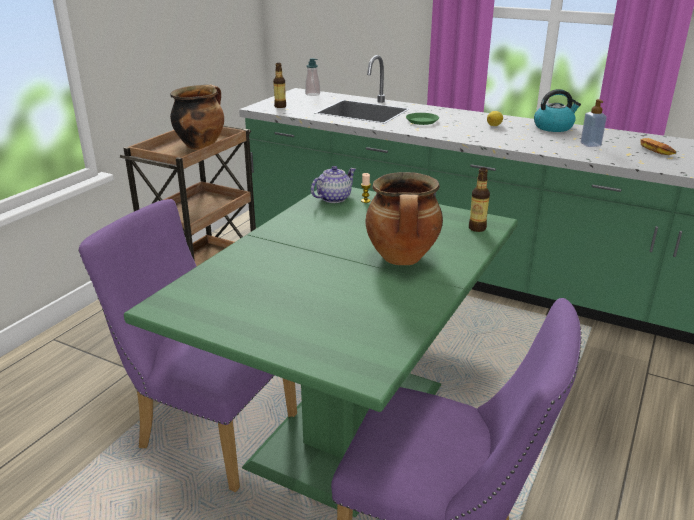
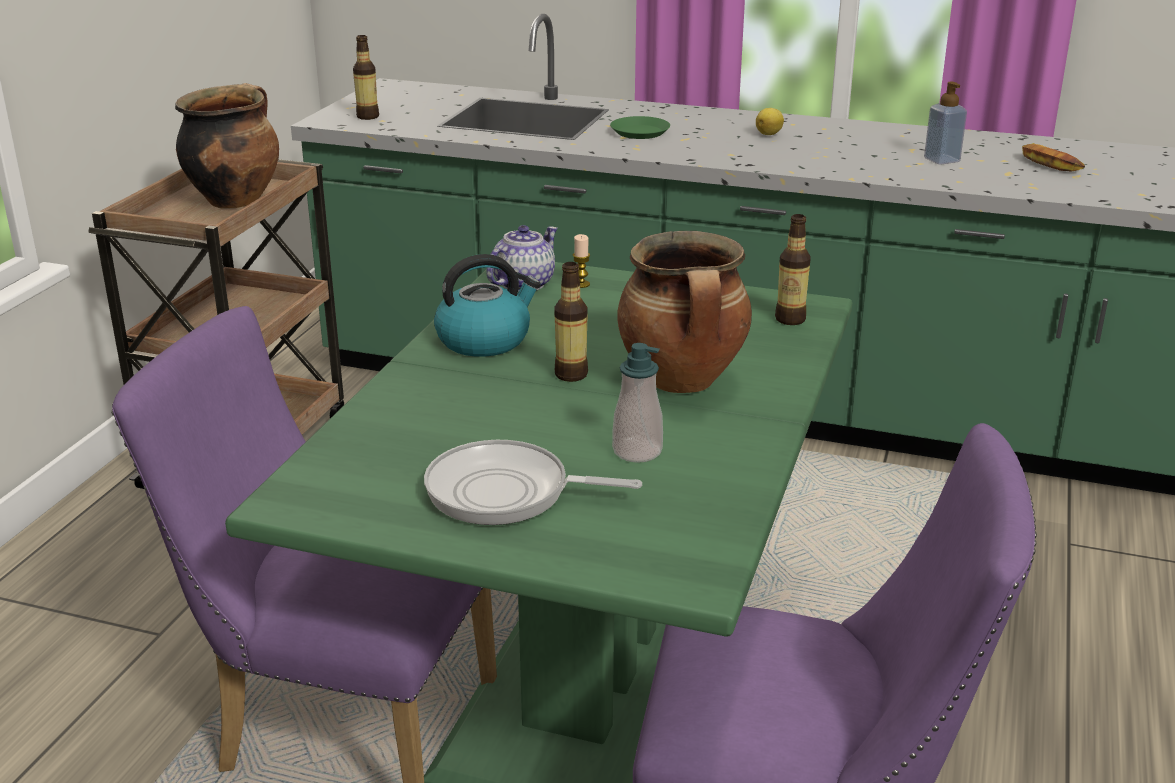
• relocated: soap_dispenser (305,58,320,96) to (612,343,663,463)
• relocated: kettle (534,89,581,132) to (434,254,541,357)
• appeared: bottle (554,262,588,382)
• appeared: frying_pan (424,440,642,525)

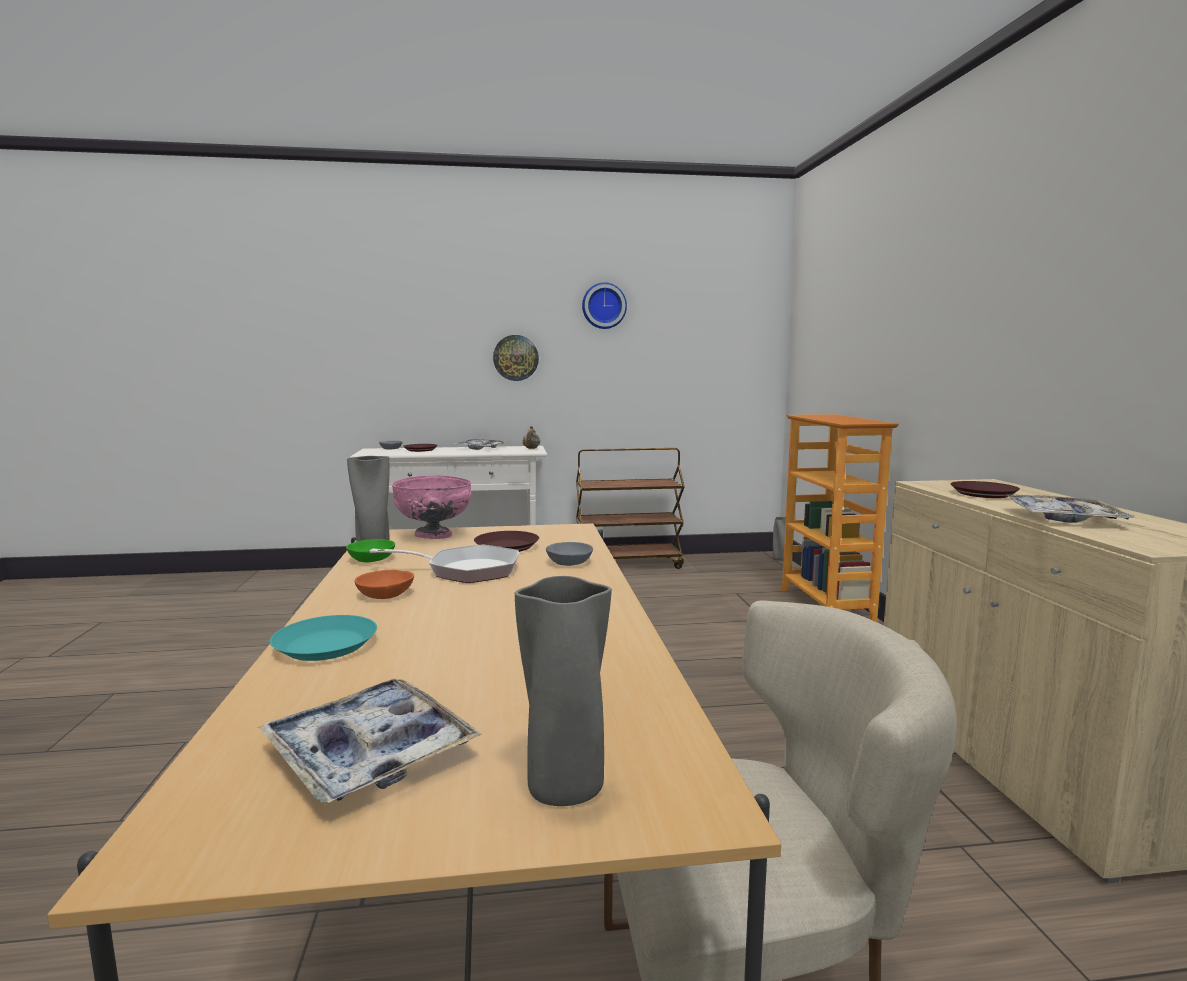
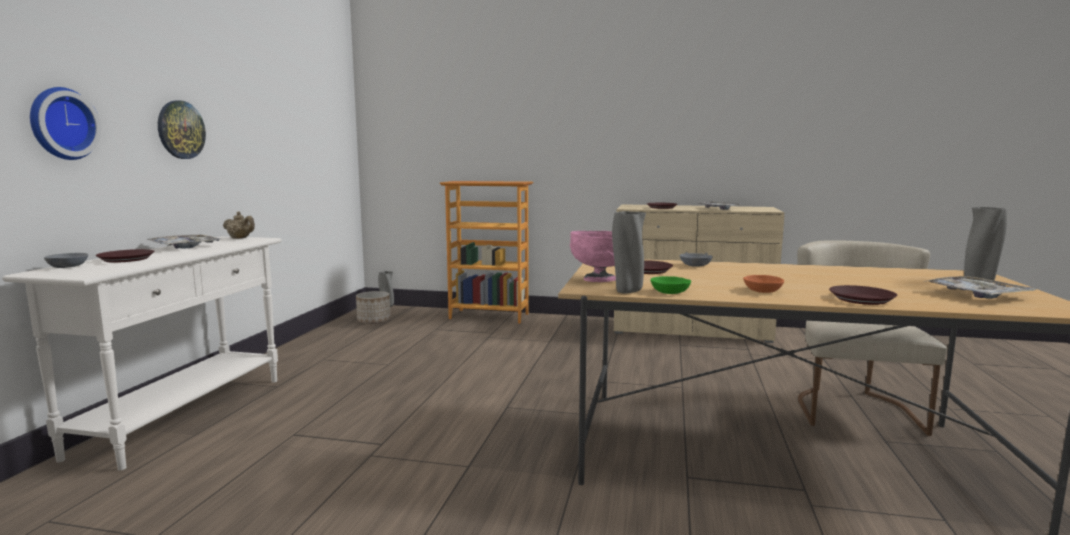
• relocated: wall_clock (582,282,627,329) to (30,87,101,160)
• missing: brown_cart (576,448,685,569)
• missing: frying_pan (369,545,519,583)
• colour: turquoise_plate (270,615,377,661) to brown_plate (829,285,897,305)
• appeared: planter (356,291,390,324)

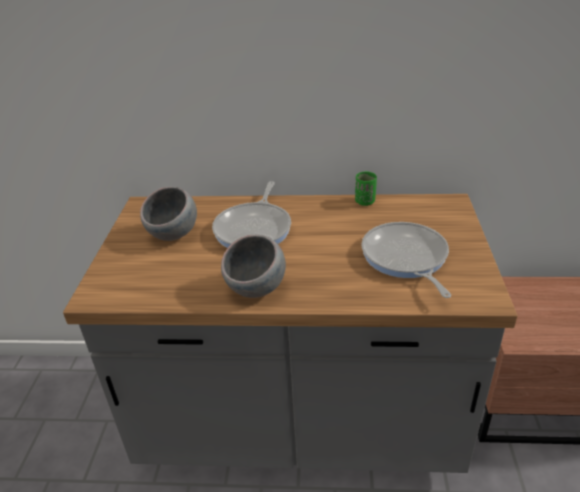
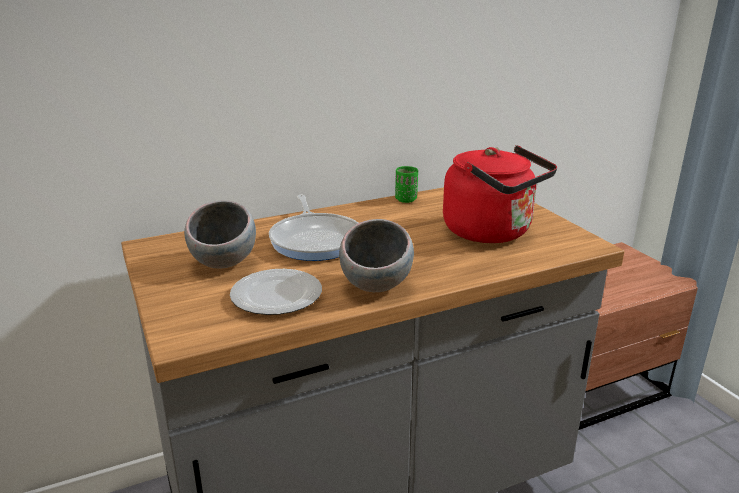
• exchanged: frying_pan (361,222,451,298) to red_kettle (443,145,557,243)
• appeared: plate (230,269,322,315)

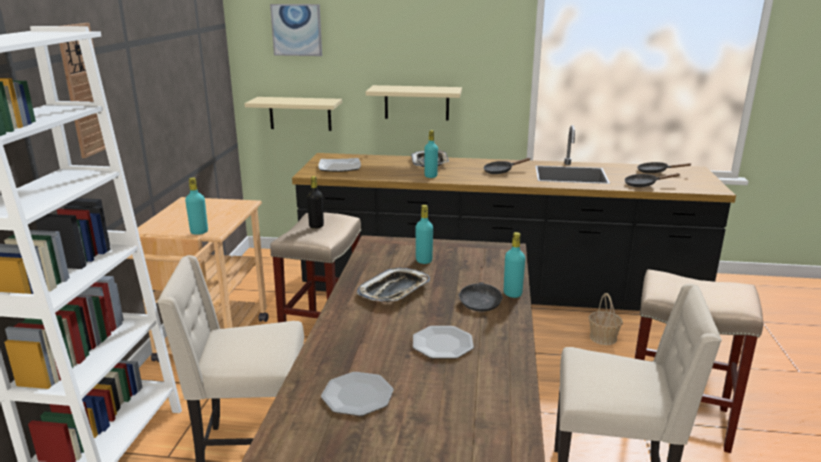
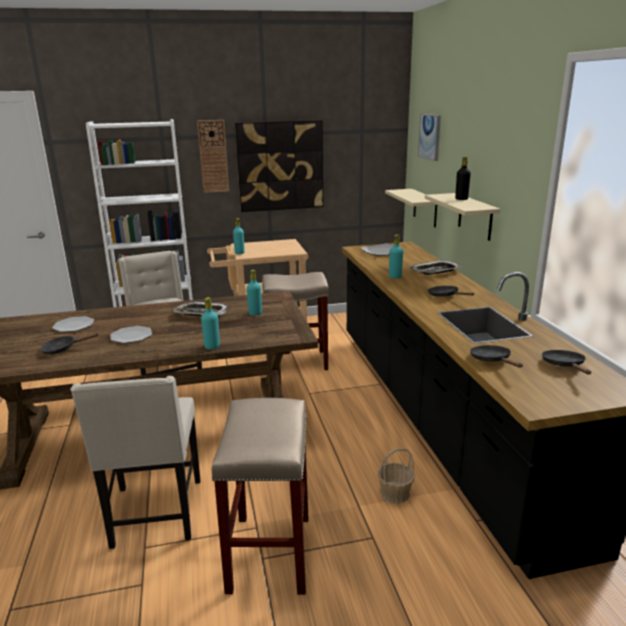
• relocated: black_bottle (307,176,324,229) to (455,156,471,200)
• relocated: black_frying_pan (459,266,503,311) to (40,333,100,354)
• appeared: picture (235,120,323,212)

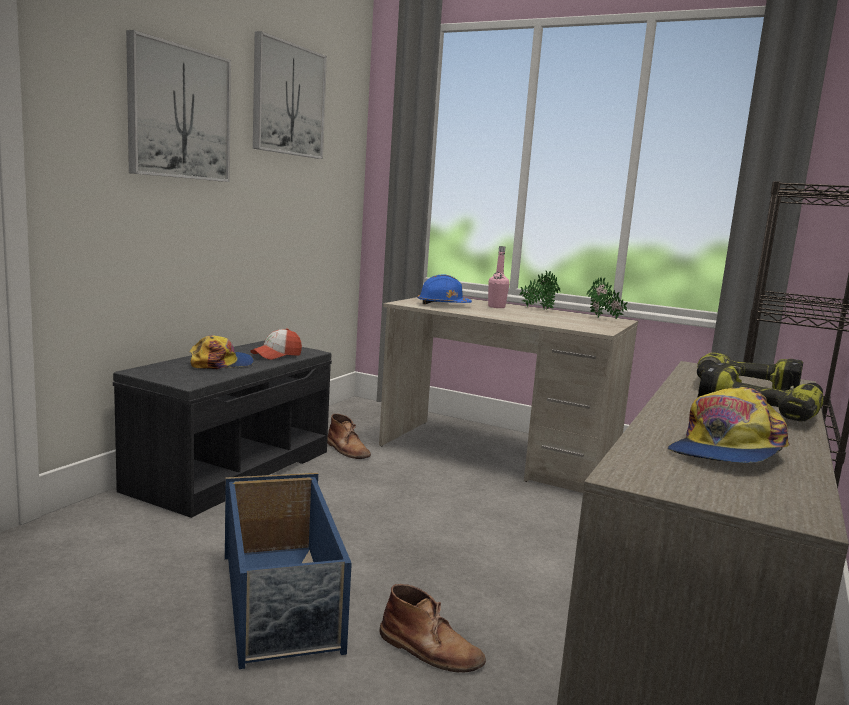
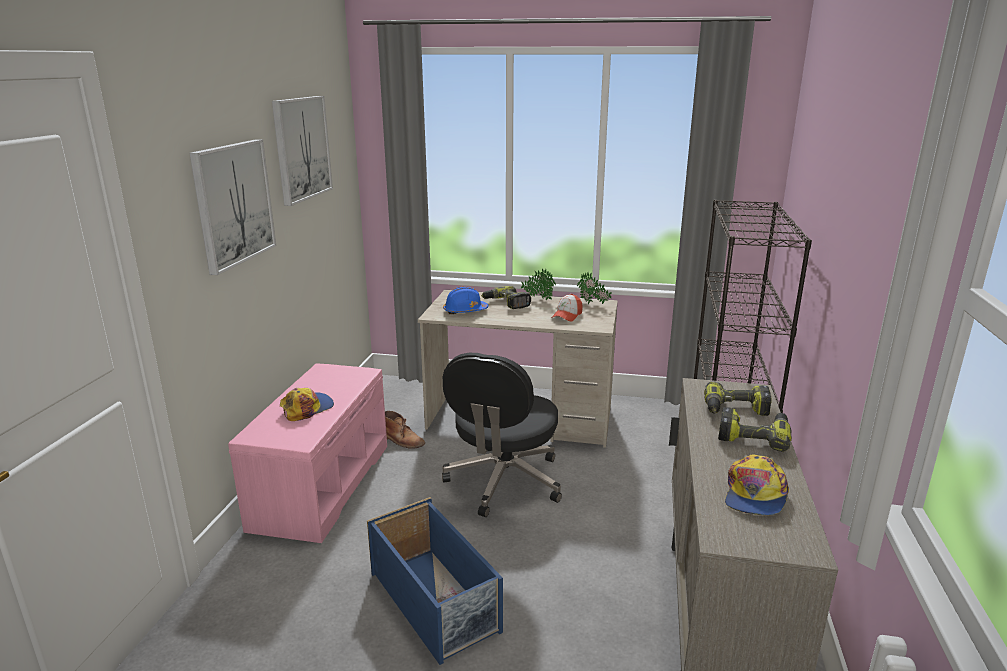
• exchanged: pink_bottle (488,246,509,308) to power_drill (482,286,531,309)
• relocated: cap (250,328,302,360) to (551,294,583,322)
• colour: grey_bench (113,341,332,518) to pink_bench (228,363,387,543)
• missing: brown_boot (380,584,486,672)
• appeared: black_office_chair (442,353,562,517)

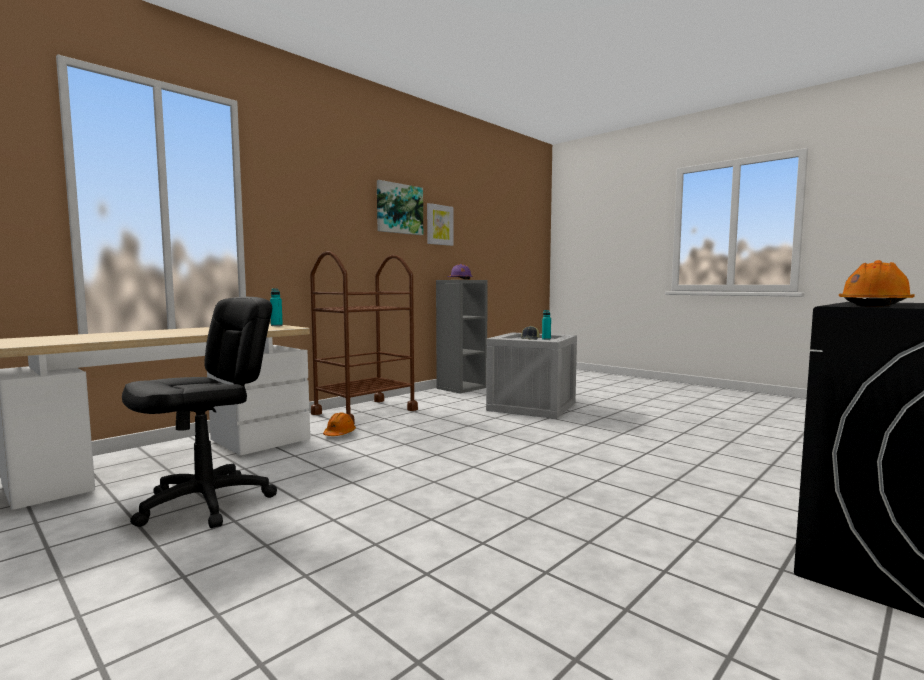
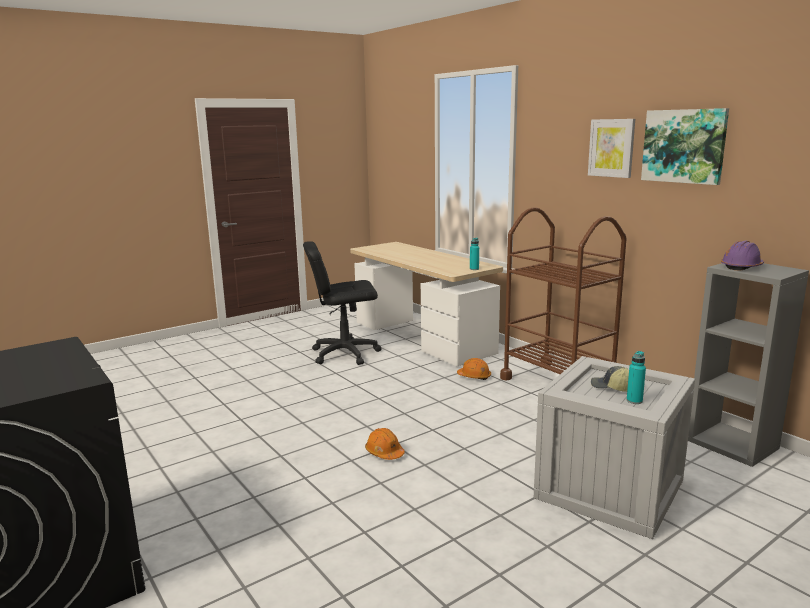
• relocated: picture (427,203,453,246) to (588,119,635,178)
• relocated: orange_hard_hat (839,260,915,307) to (365,428,405,460)
• spun: black_office_chair (122,297,277,528) = (303,241,382,365) 120 degrees clockwise

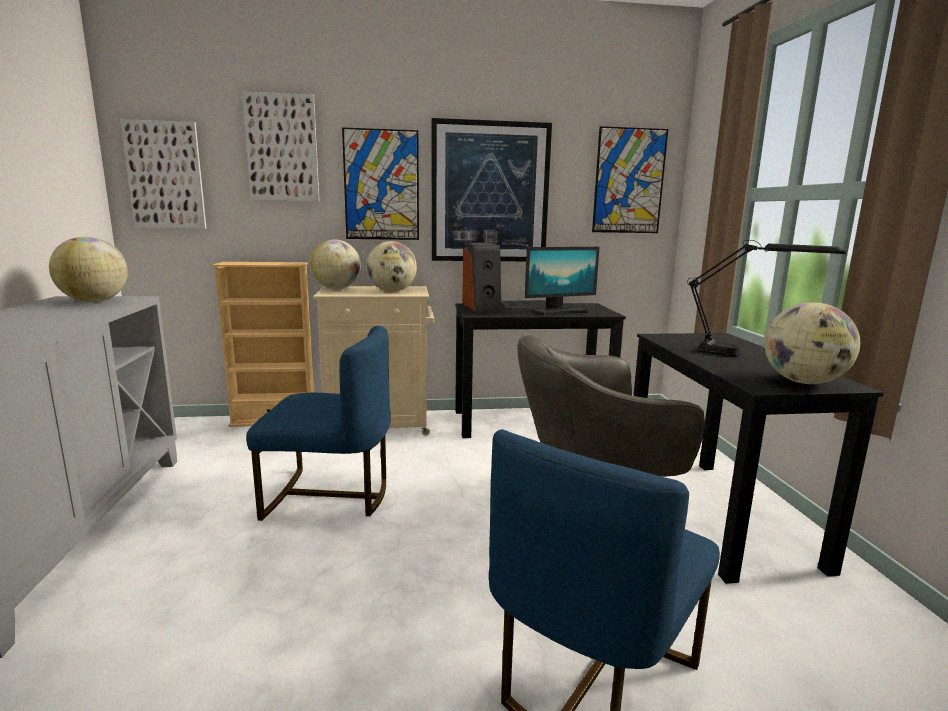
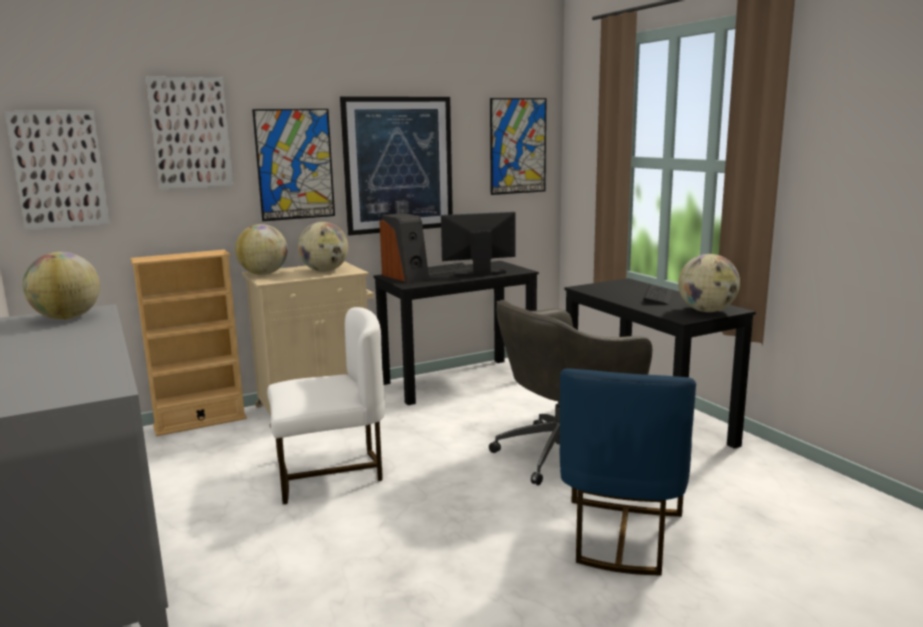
• exchanged: black_table_lamp (687,240,847,357) to keyboard (643,285,673,305)
• spun: monitor (525,247,600,316) = (441,212,516,277) 150 degrees counterclockwise
• colour: blue_chair (246,326,391,521) to white_chair (267,307,385,504)

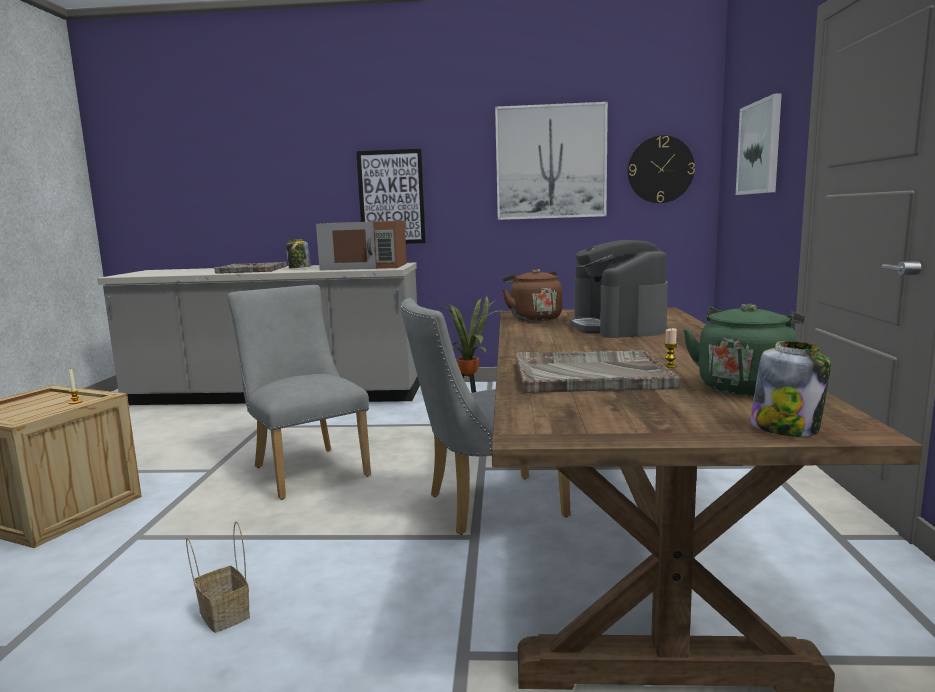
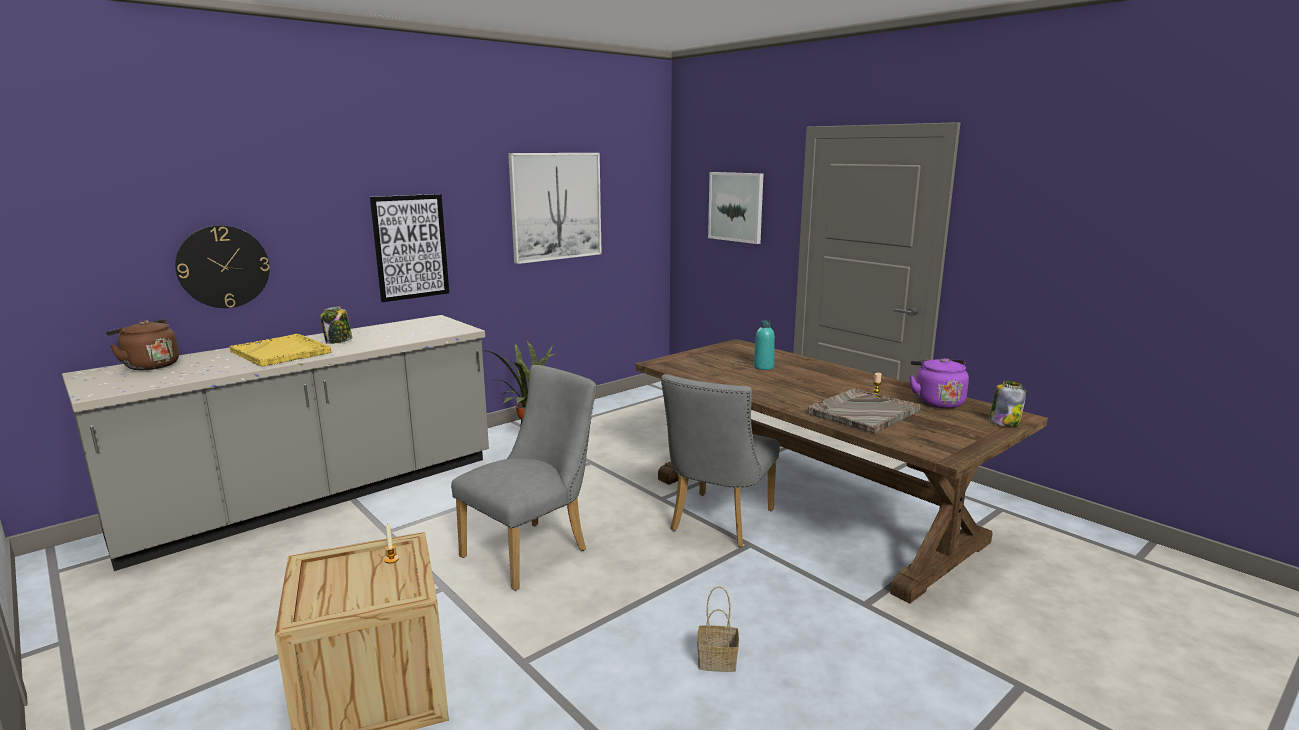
• relocated: wall_clock (628,135,695,203) to (175,225,270,308)
• missing: brown_microwave (316,221,407,271)
• exchanged: coffee_machine (570,240,668,338) to turquoise_bottle (754,320,775,370)
• colour: grey_tray (215,262,287,274) to yellow_tray (229,334,331,367)
• relocated: brown_kettle (502,269,562,321) to (106,319,179,370)
• spun: grey_chair (227,285,371,500) = (451,365,597,591) 120 degrees clockwise
• colour: green_kettle (683,303,805,396) to purple_kettle (909,358,969,409)

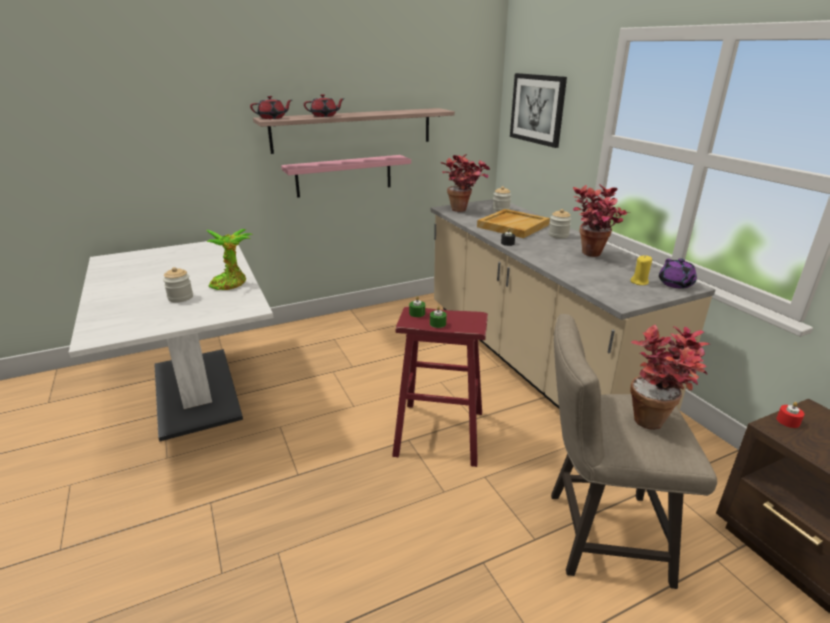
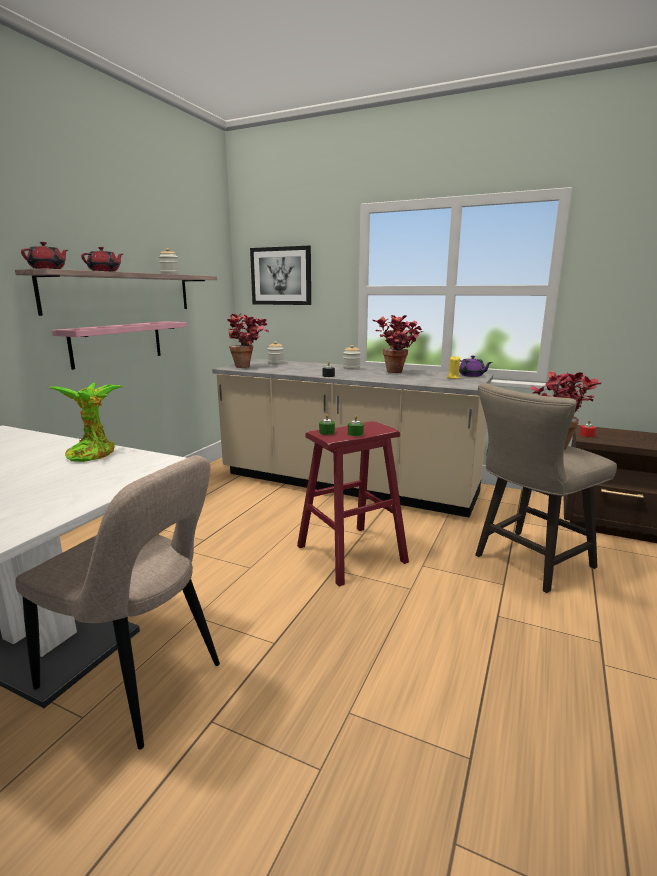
• missing: beige_tray (477,209,550,238)
• relocated: jar (163,267,193,303) to (159,248,179,275)
• appeared: beige_chair (15,455,220,750)

